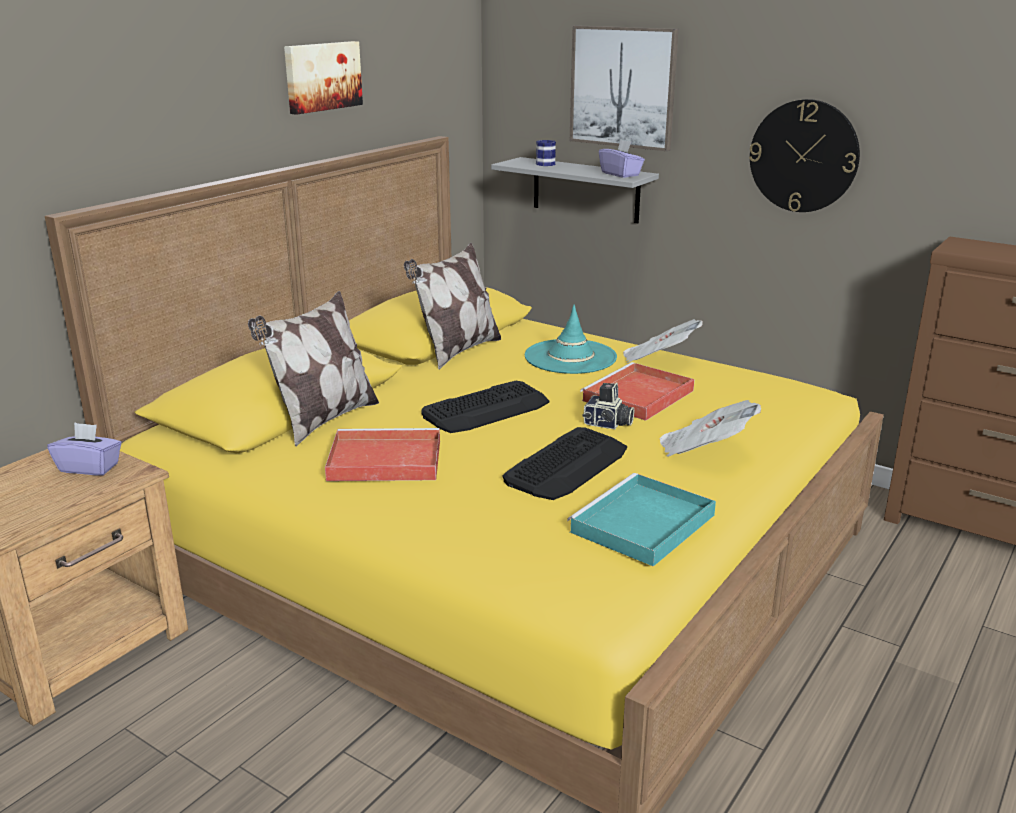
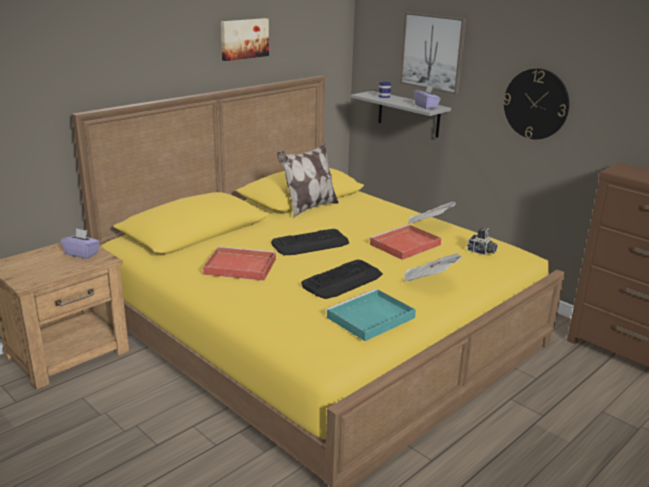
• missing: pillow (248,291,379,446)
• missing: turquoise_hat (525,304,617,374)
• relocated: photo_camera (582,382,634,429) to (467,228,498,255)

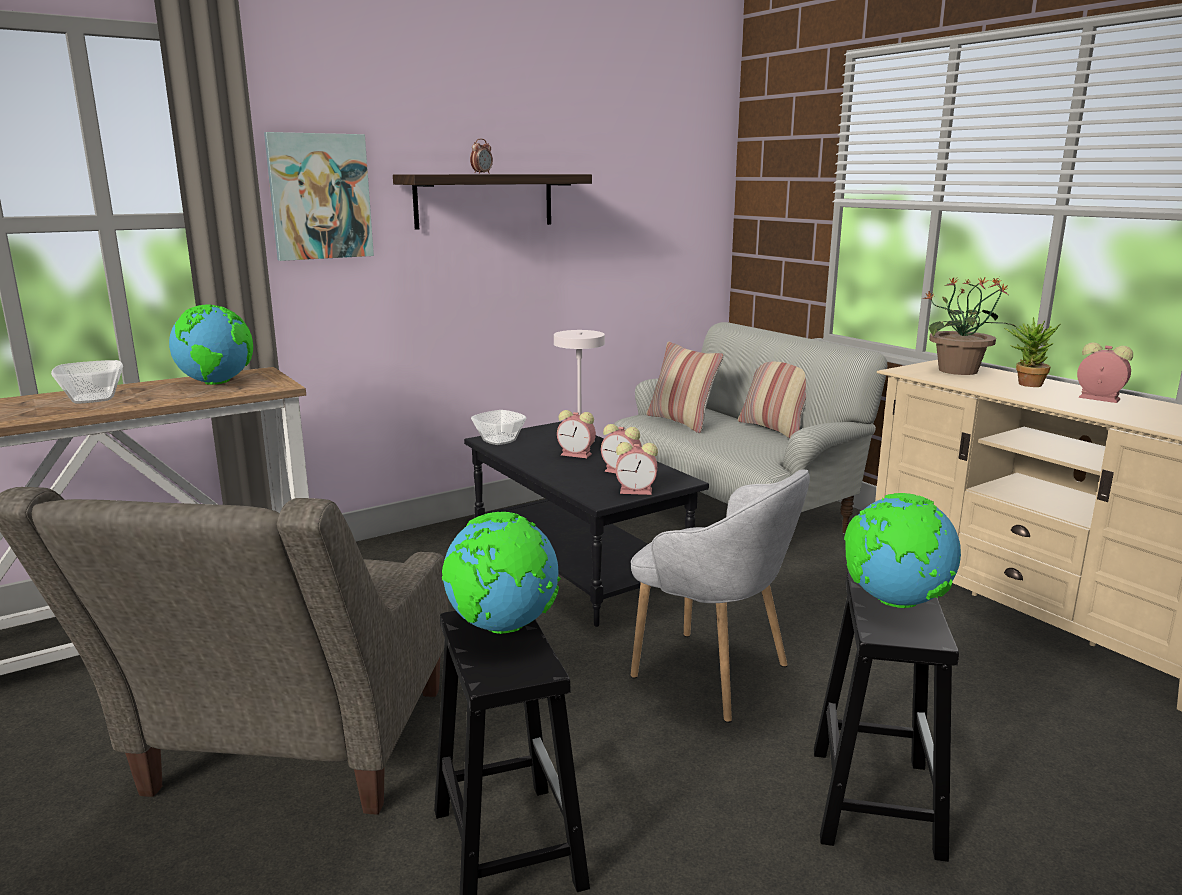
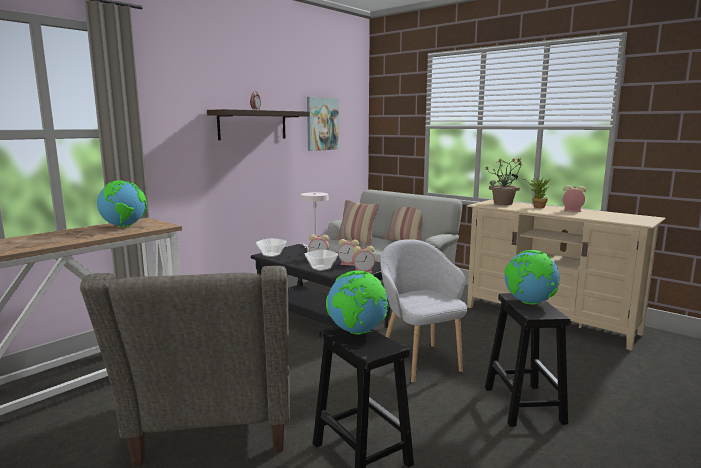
• relocated: picture (264,132,374,261) to (307,97,339,151)
• relocated: bowl (51,360,123,403) to (305,250,338,271)
• spun: grey_armchair (631,469,810,723) = (380,239,467,383) 135 degrees counterclockwise

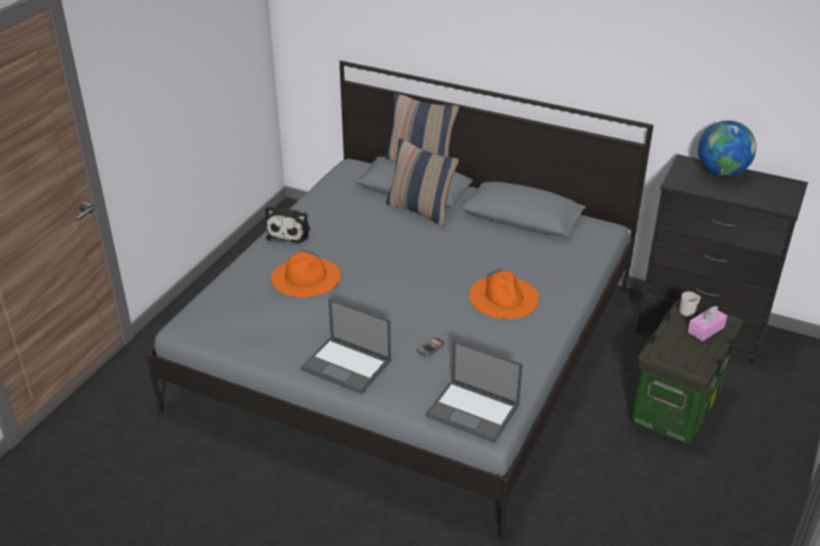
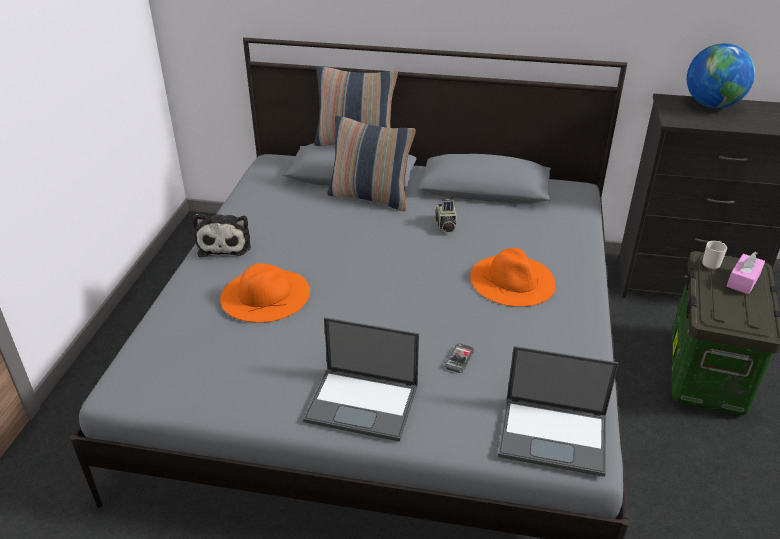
• appeared: photo_camera (435,197,456,233)

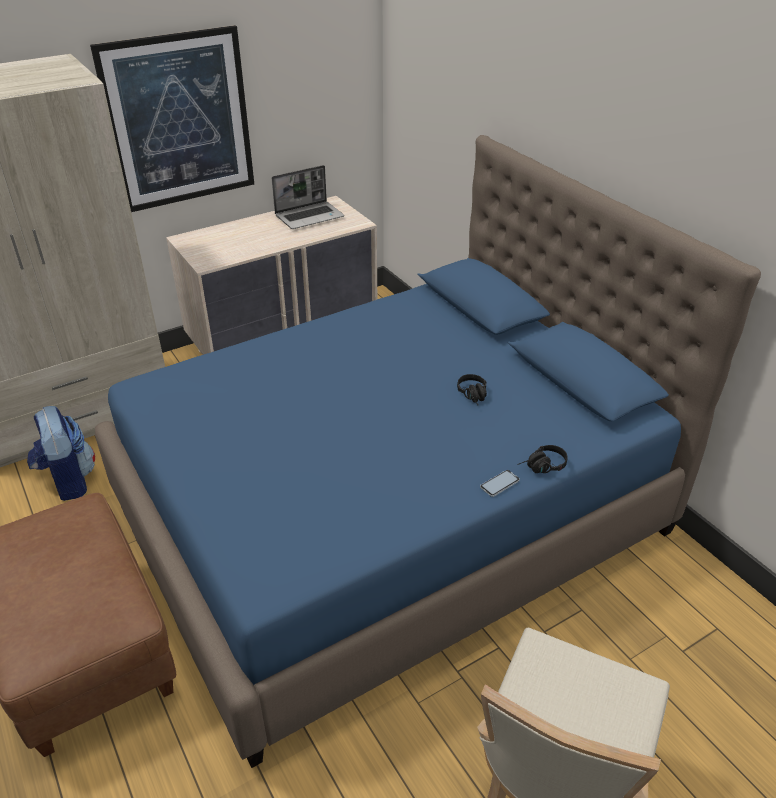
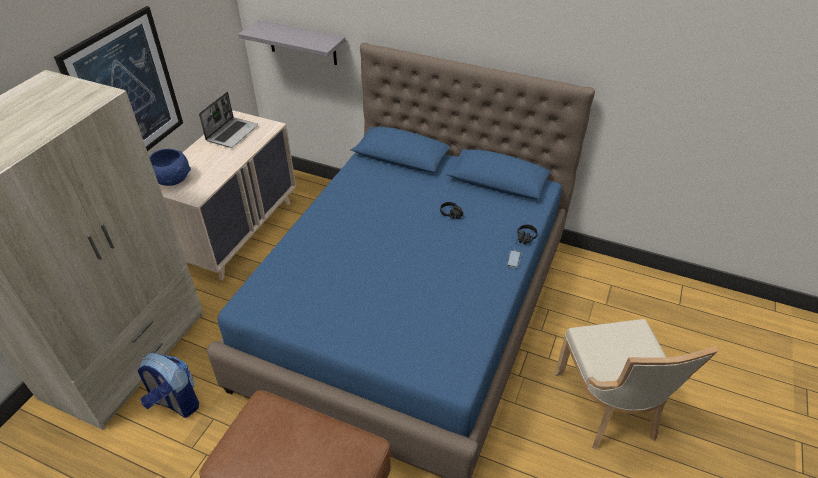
• appeared: grey_shelf (238,20,345,65)
• appeared: blue_bowl (149,149,191,186)

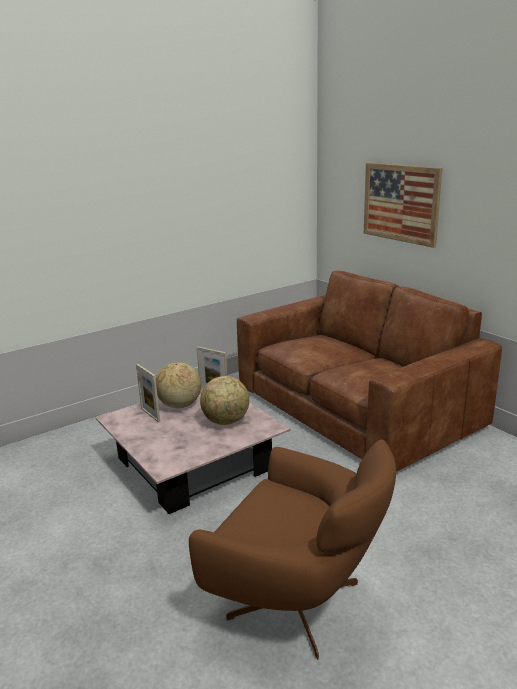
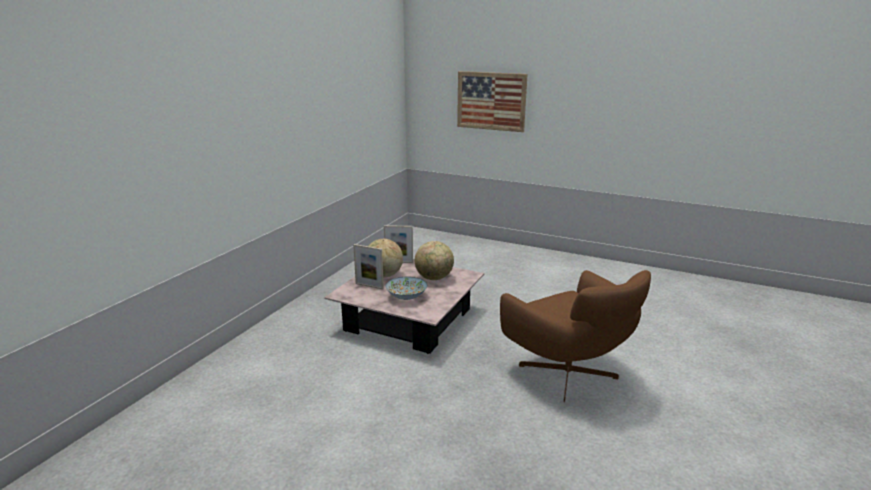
• missing: brown_sofa (237,271,502,472)
• spun: brown_armchair (189,439,396,660) = (500,270,651,402) 60 degrees clockwise
• appeared: bowl (385,277,428,300)

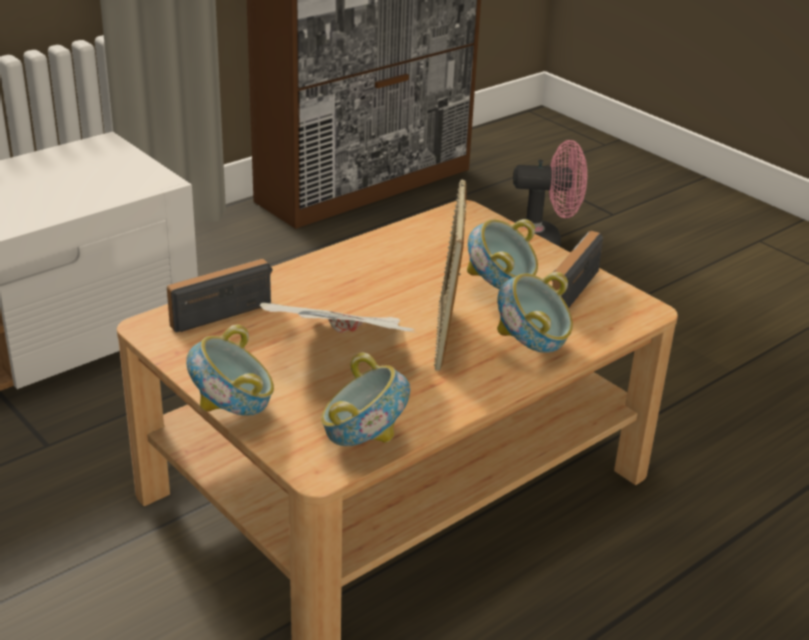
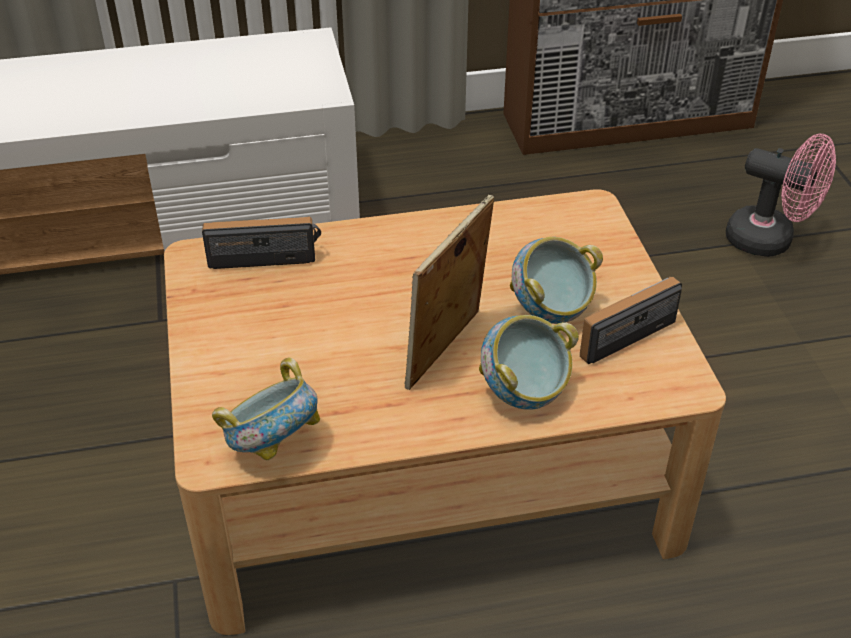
• missing: newspaper (260,303,419,334)
• missing: bowl (186,324,274,416)

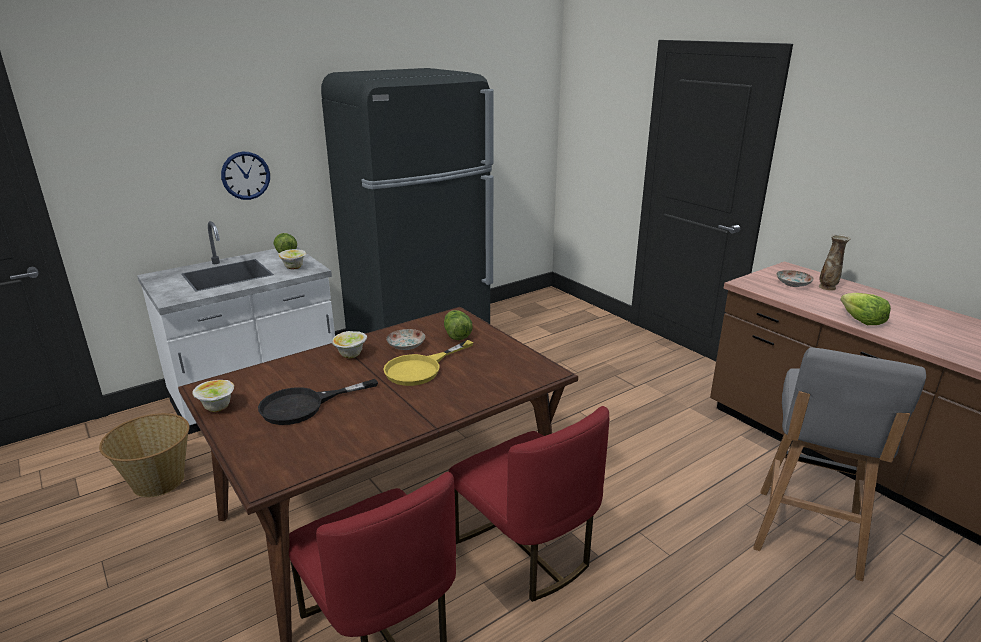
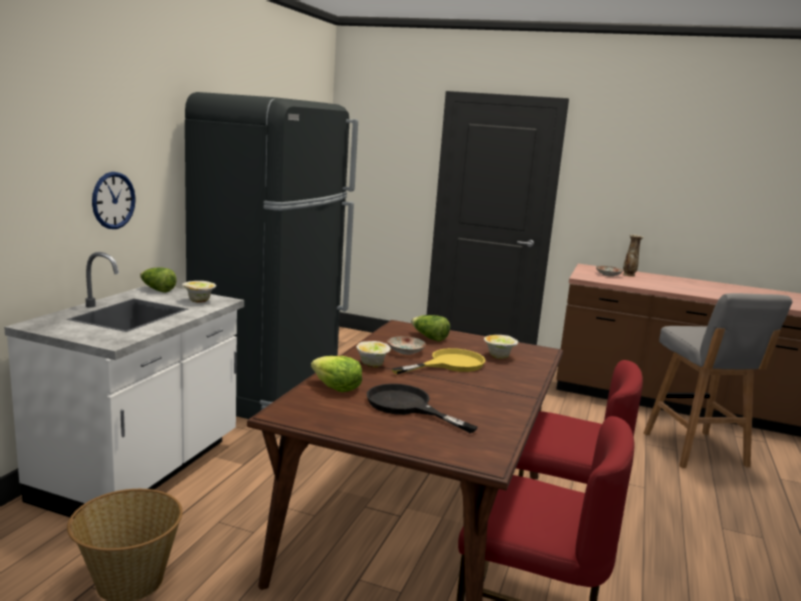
• relocated: lettuce (840,293,891,325) to (311,356,362,392)
• spun: yellow_frying_pan (383,340,473,386) = (391,348,485,375) 135 degrees counterclockwise
• spun: black_frying_pan (258,379,378,425) = (367,384,478,433) 105 degrees clockwise
• relocated: bowl (192,380,234,412) to (484,335,518,359)

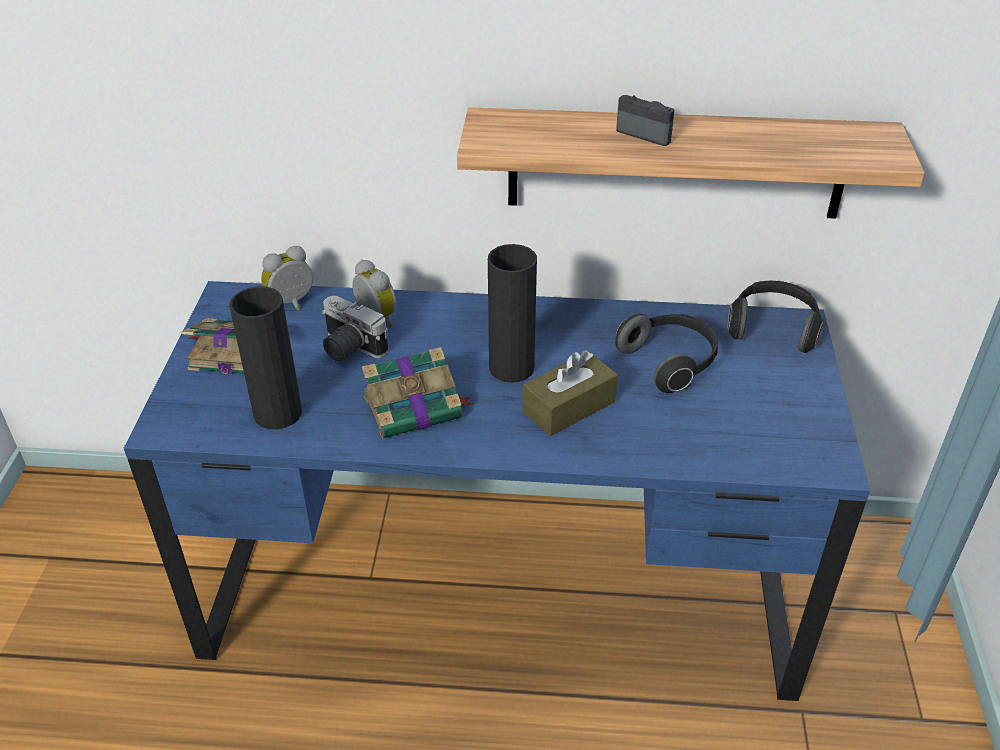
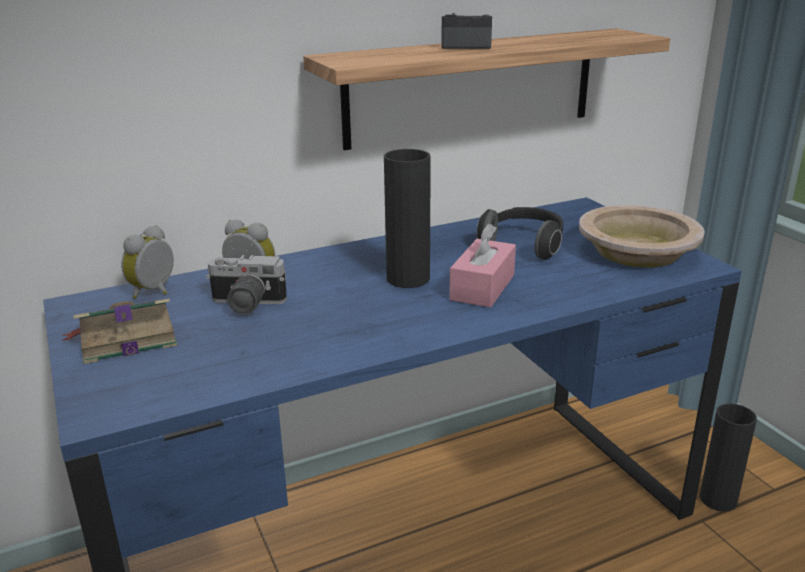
• missing: headphones (728,280,824,353)
• relocated: black_vase (229,286,302,430) to (700,403,757,512)
• missing: book (362,347,474,439)
• colour: brown_tissue_box (522,350,618,436) to pink_tissue_box (449,224,516,308)
• appeared: beige_bowl (579,205,705,267)

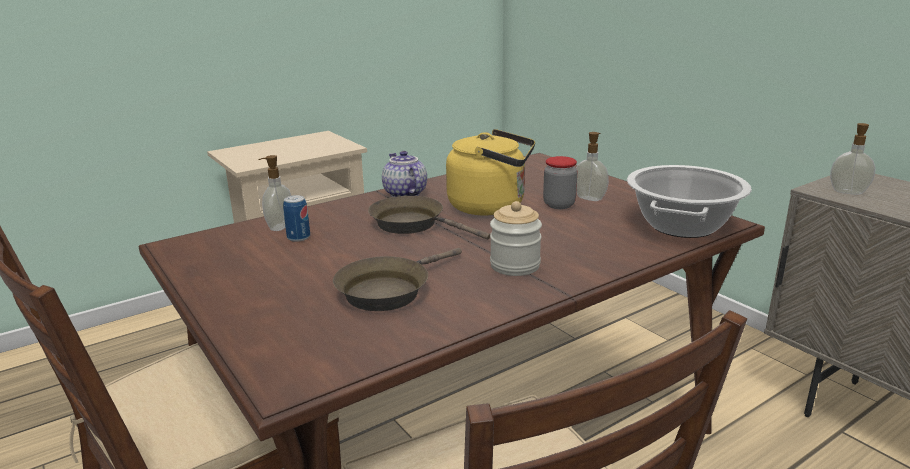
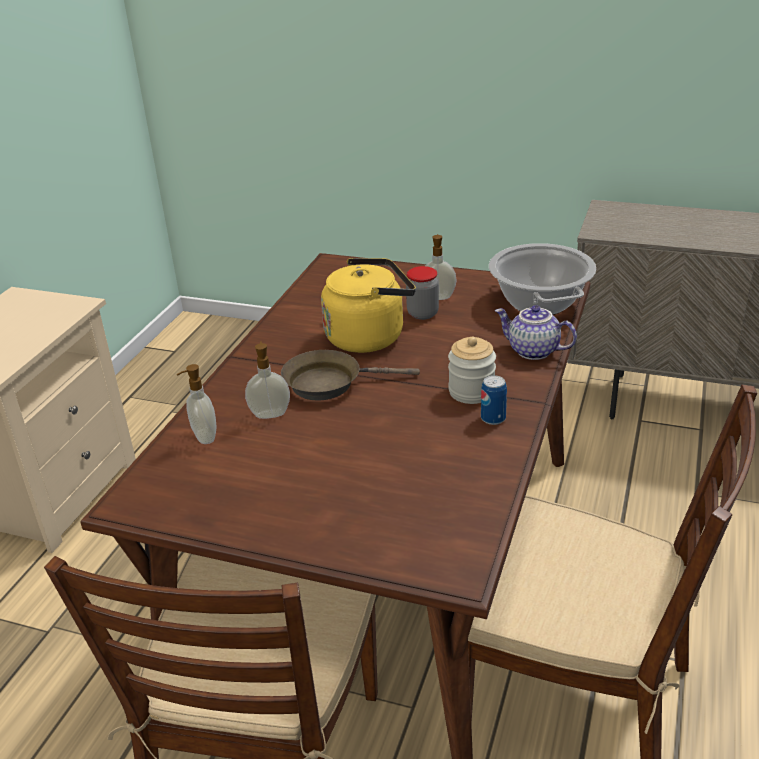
• relocated: soap_dispenser (830,123,876,195) to (245,341,290,419)
• relocated: teapot (382,151,427,197) to (495,305,577,360)
• relocated: can (283,195,310,242) to (481,375,507,425)
• missing: brown_frying_pan (333,248,462,311)

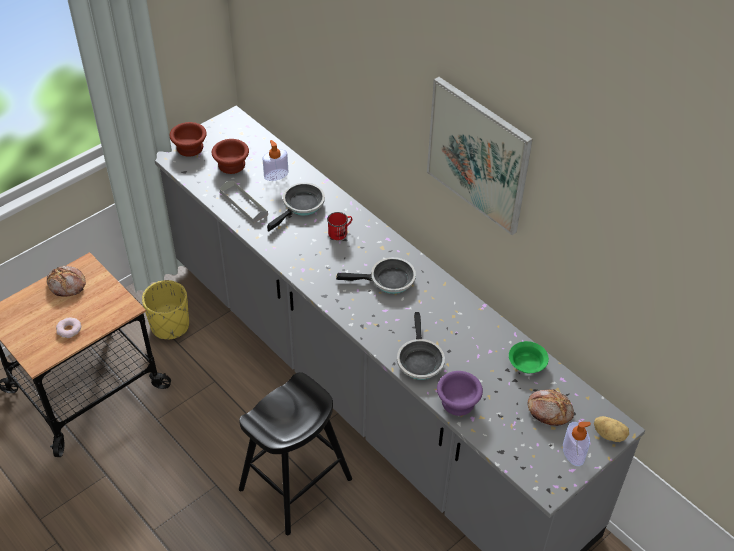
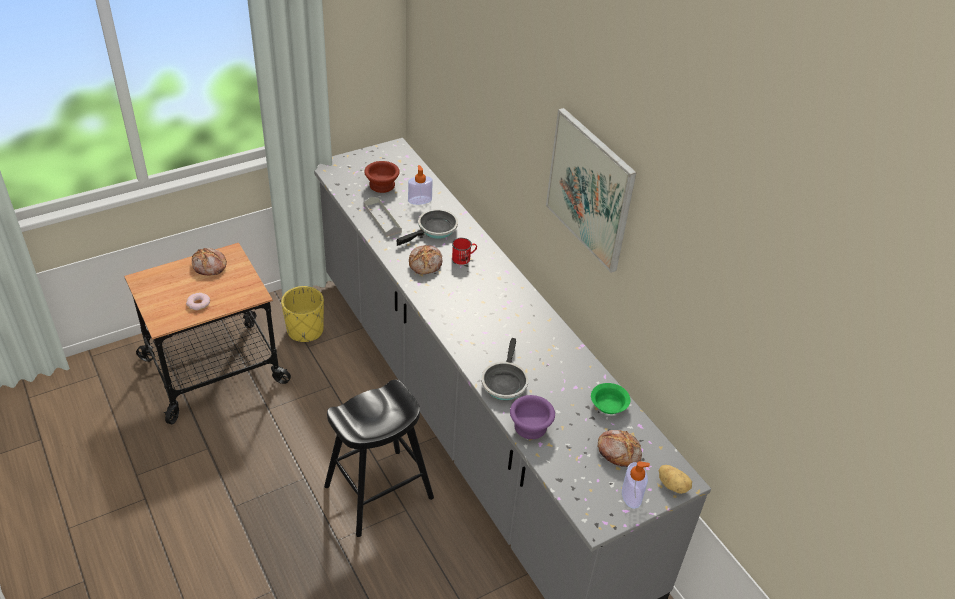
• missing: brown_bowl (170,122,207,157)
• missing: frying_pan (336,257,416,294)
• appeared: bread (409,245,442,274)

